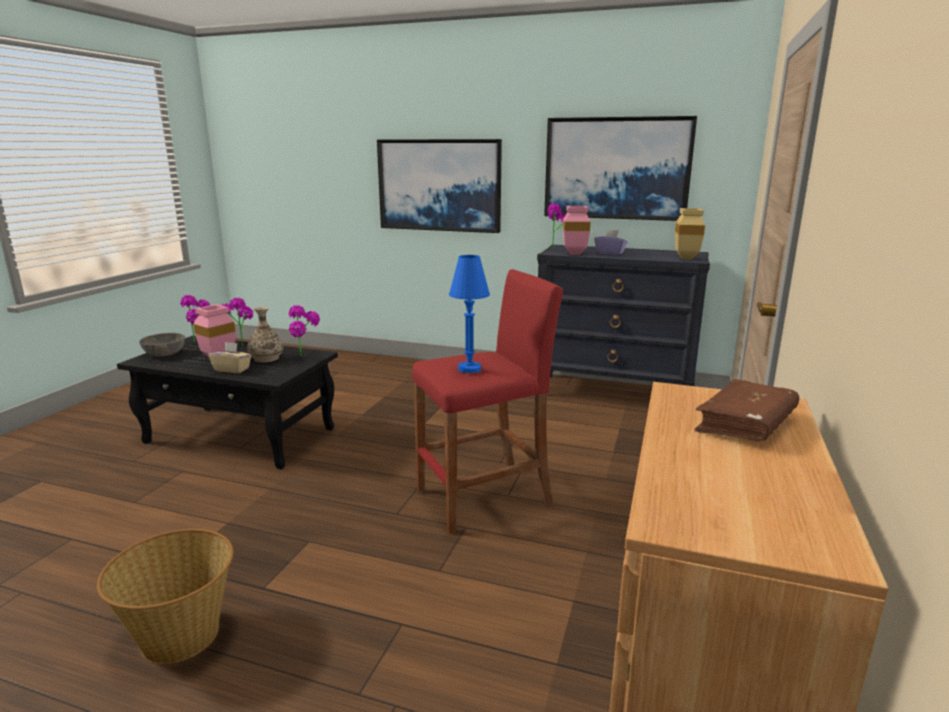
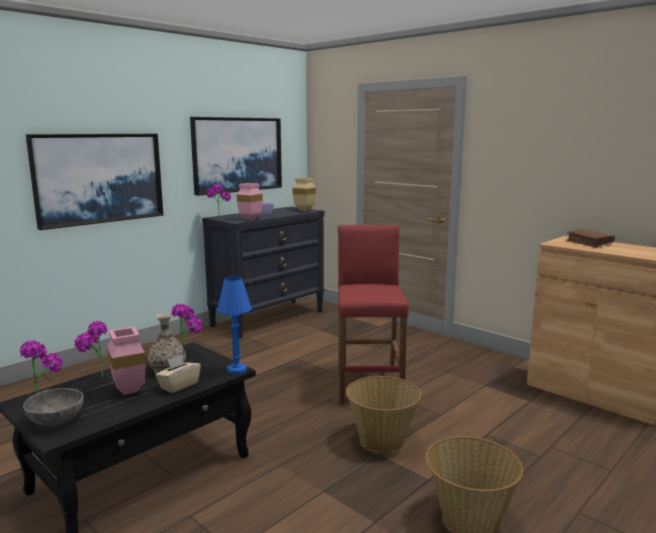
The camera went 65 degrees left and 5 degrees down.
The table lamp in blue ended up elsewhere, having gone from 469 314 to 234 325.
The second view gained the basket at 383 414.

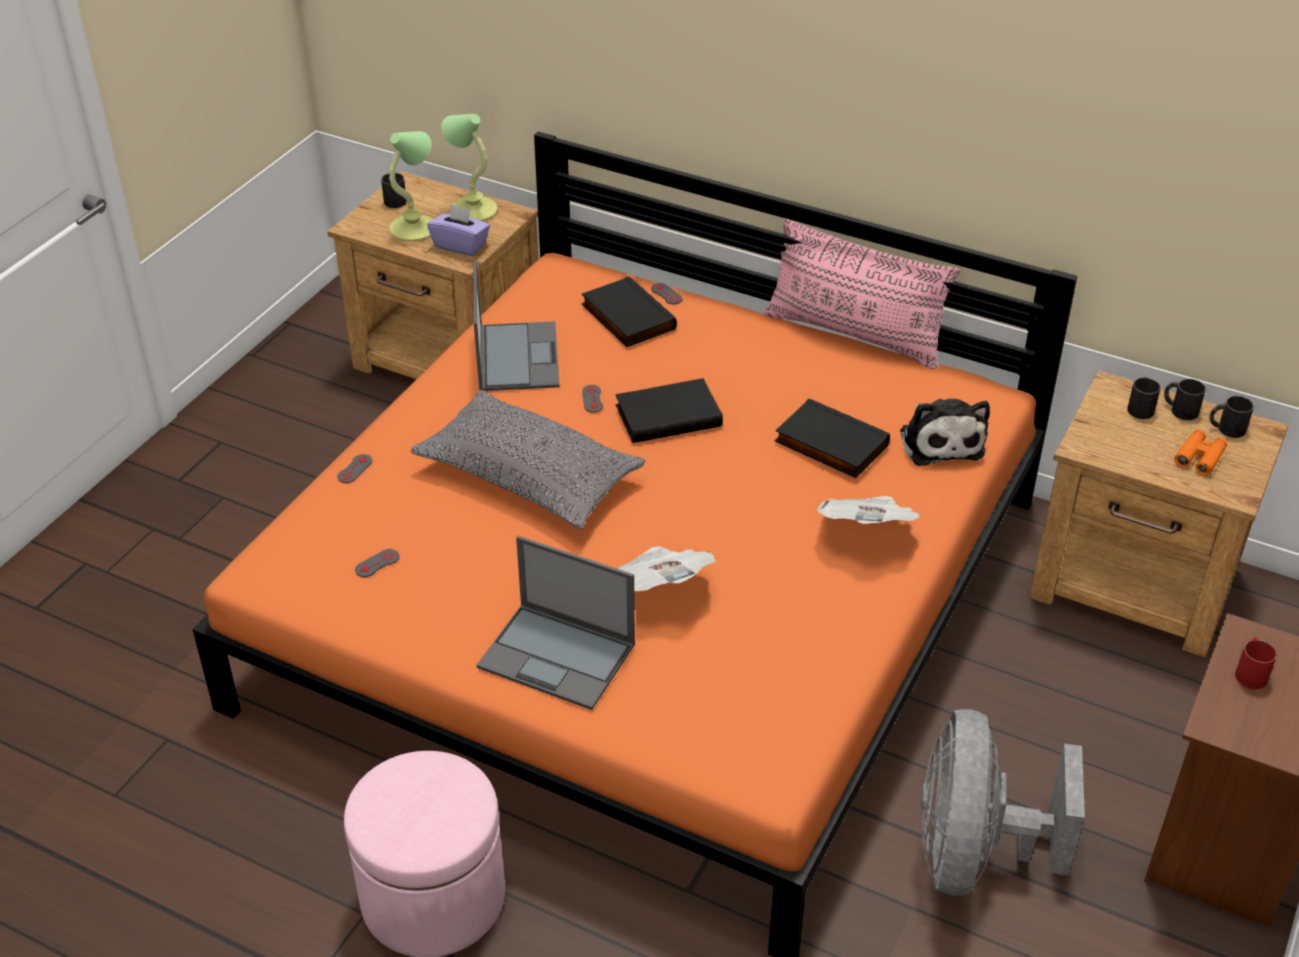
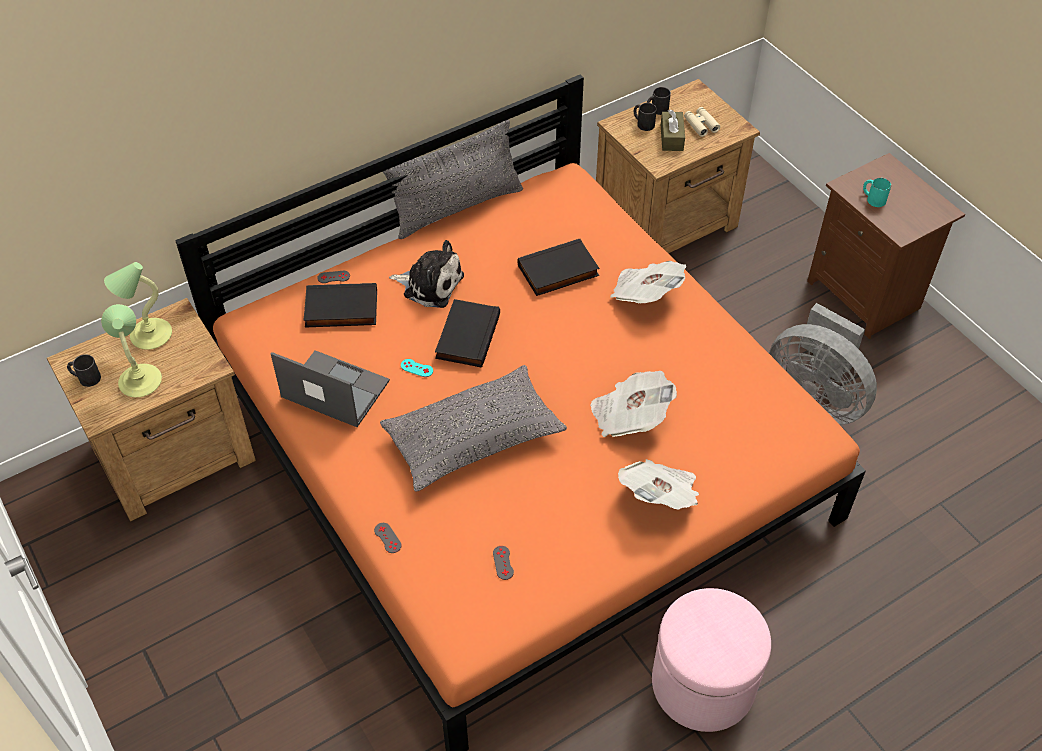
The camera went 60 degrees left and 10 degrees up.
What was the pillow in pink at 862 293 turned into the pillow in grey at 453 179.
The plush toy ended up elsewhere, having gone from 945 432 to 426 274.
What was the game controller in grey at 592 399 turned into the game controller in turquoise at 417 368.
Where the laptop stood at 556 623, the newspaper came to stand at 658 484.
The second view gained the tissue box in brown at 673 130.
What was the binoculars in orange at 1200 452 turned into the binoculars in beige at 702 122.
What was the mug in red at 1256 663 turned into the mug in turquoise at 877 192.
The second view lost the tissue box in purple at 458 230.
The second view lost the mug in black at 1231 417.

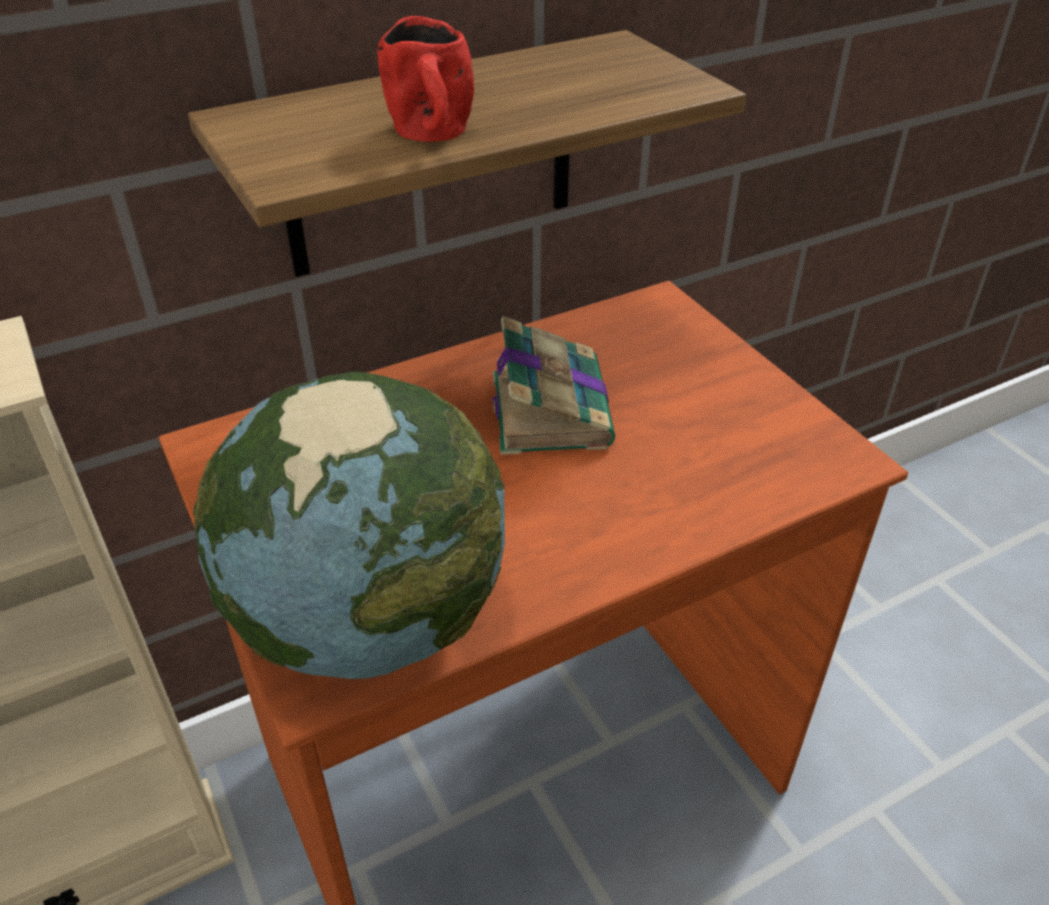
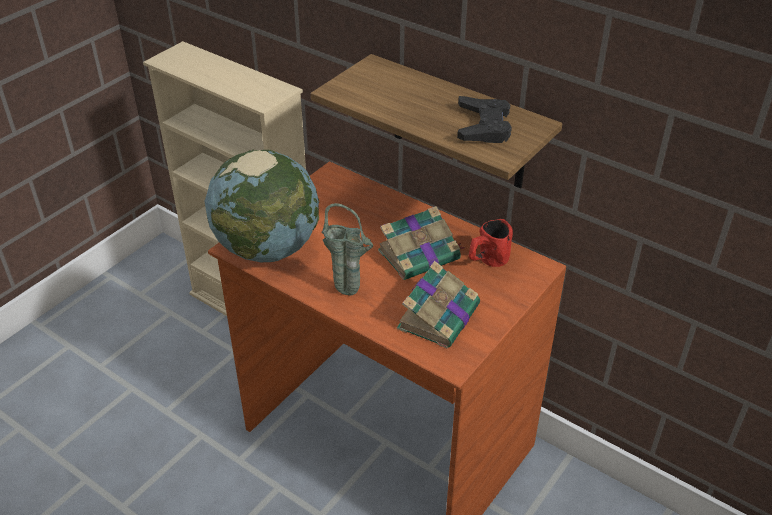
The camera went 65 degrees right and 0 degrees up.
The second view gained the vase in green at 347 249.
The second view gained the book at 438 304.
The second view gained the game controller in black at 484 119.
The mug in red ended up elsewhere, having gone from 425 79 to 491 243.

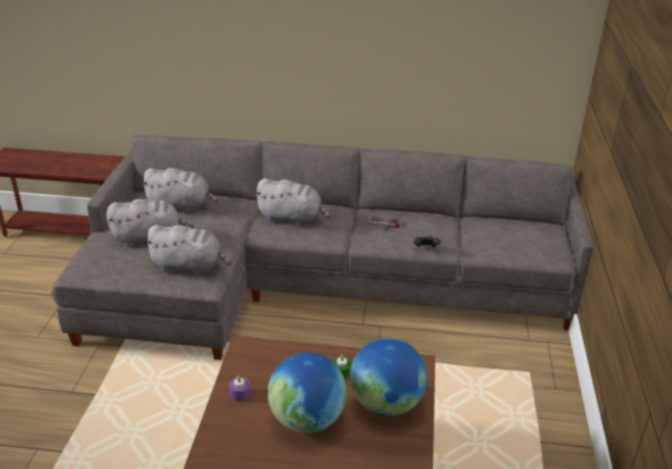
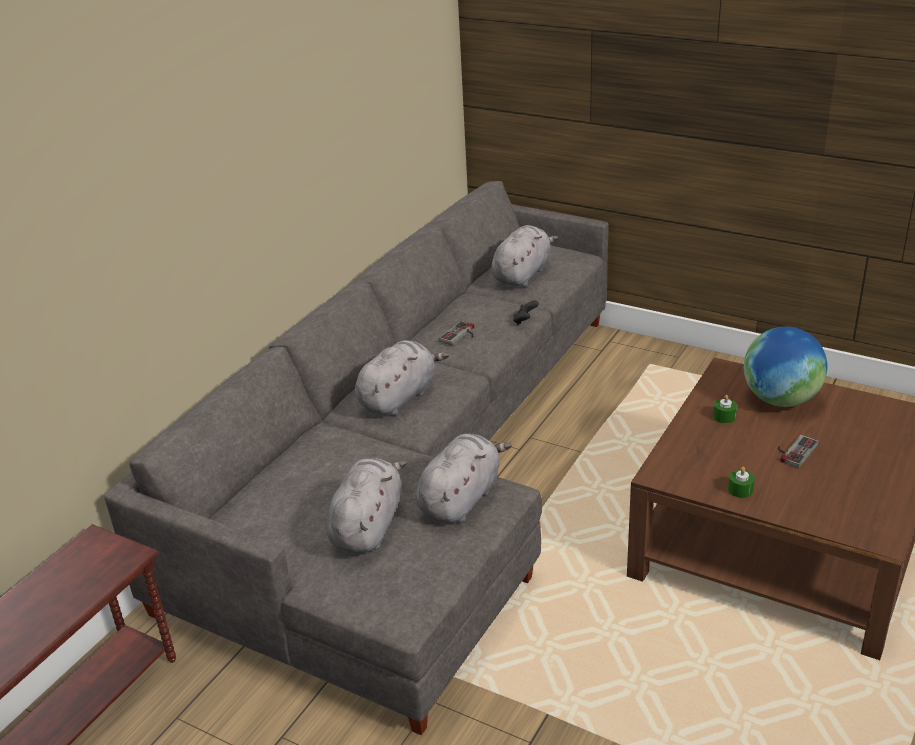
The camera went 65 degrees left and 0 degrees up.
The plush toy in grey ended up elsewhere, having gone from 179 190 to 524 256.
What was the candle in purple at 239 388 turned into the candle in green at 741 482.
Where the globe stood at 307 392, the game controller came to stand at 798 451.

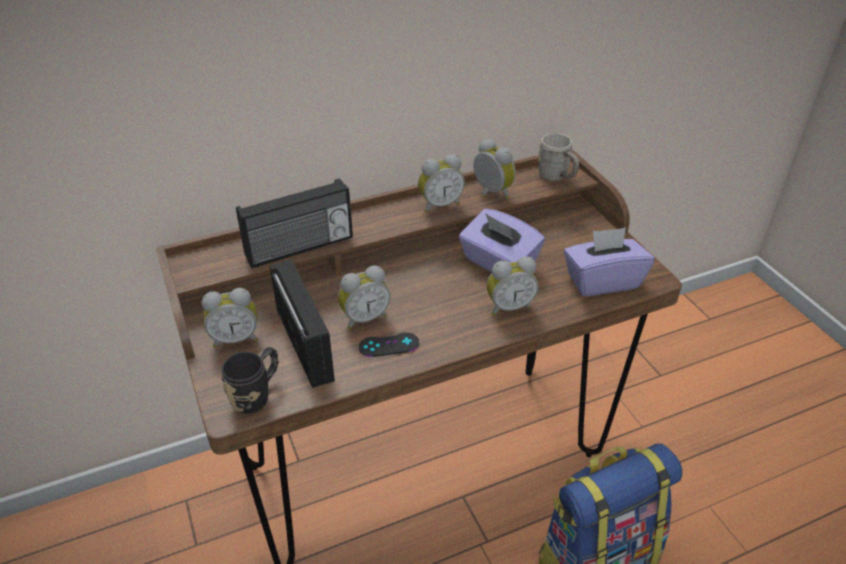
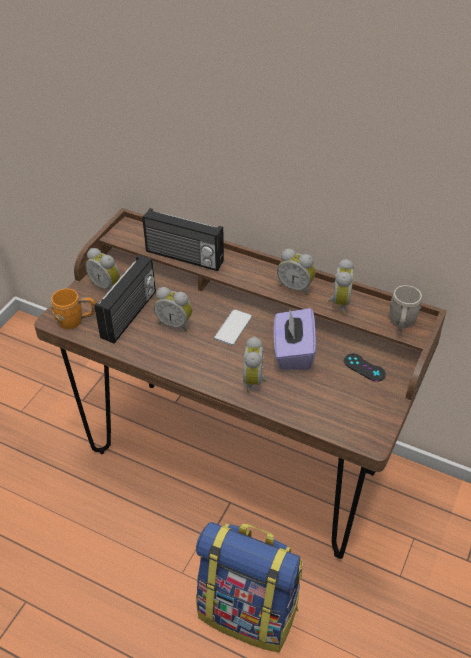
The camera went 50 degrees right and 5 degrees up.
What was the mug in black at 250 380 turned into the mug in orange at 72 308.
The second view gained the phone at 233 327.
The alarm clock at 512 286 ended up facing another way, 60 degrees clockwise from before.
The game controller in black ended up elsewhere, having gone from 389 344 to 365 368.
The second view lost the tissue box in purple at 609 262.

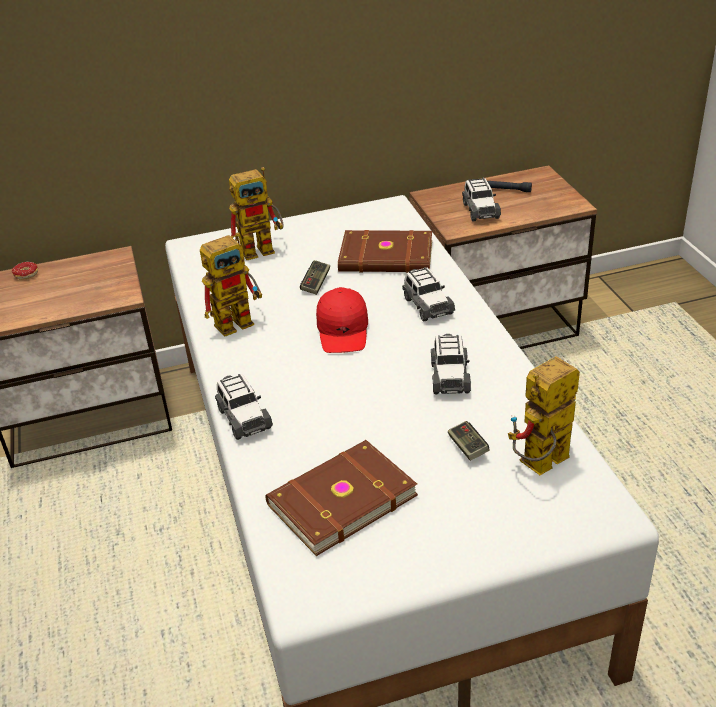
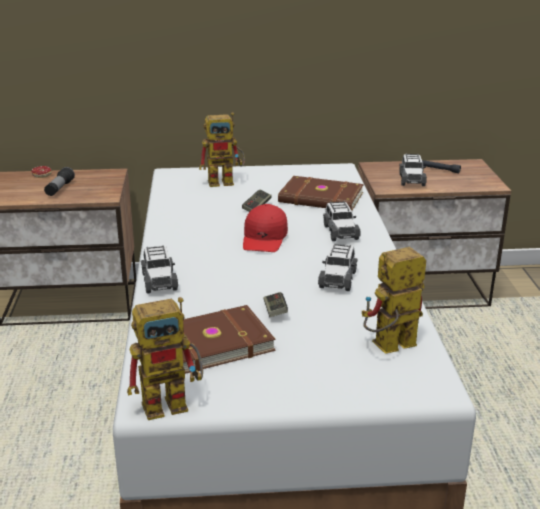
The camera went 10 degrees right and 10 degrees down.
The second view gained the flashlight at 59 181.
The toy robot ended up elsewhere, having gone from 231 284 to 165 358.
The game controller ended up elsewhere, having gone from 469 441 to 275 304.

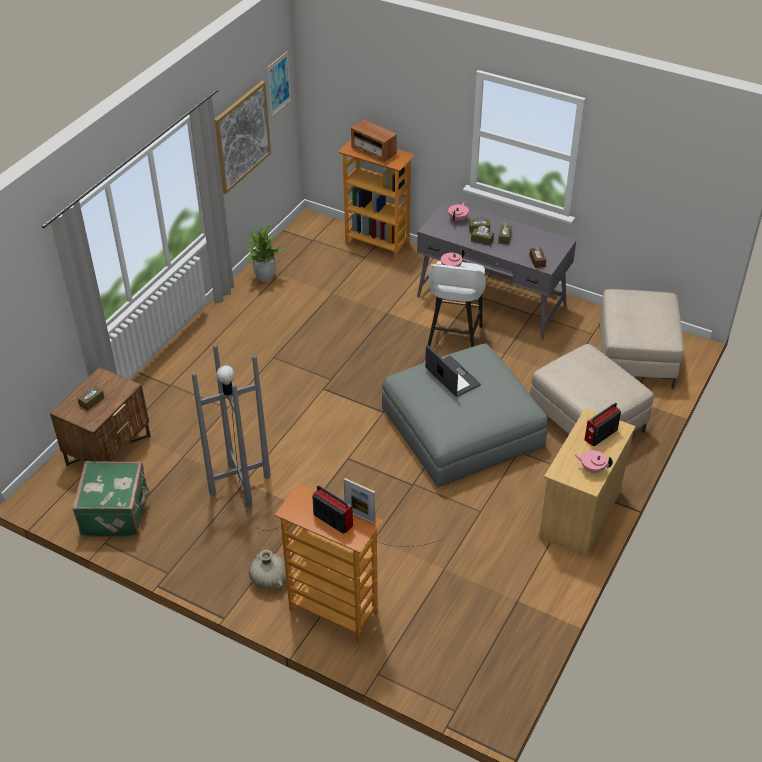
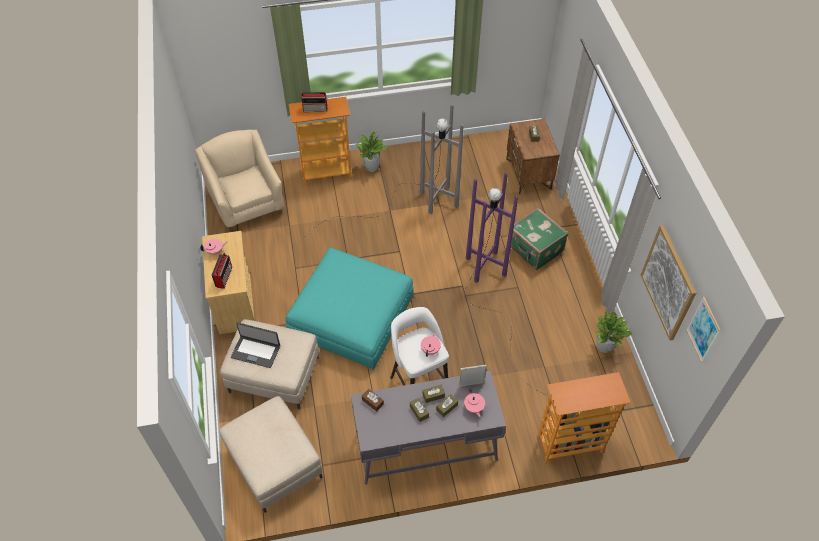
The camera went 140 degrees right and 10 degrees up.
The second view gained the armchair in beige at 239 180.
The laptop ended up elsewhere, having gone from 453 371 to 255 345.
What was the ottoman in grey at 465 416 turned into the ottoman in turquoise at 349 308.
Where the vase in beige stood at 267 570, the potted plant came to stand at 371 151.
The picture frame ended up elsewhere, having gone from 360 501 to 472 376.
The second view gained the floor lamp in purple at 505 284.
The suitcase in green ended up elsewhere, having gone from 111 499 to 538 239.
The second view lost the radio at 374 141.

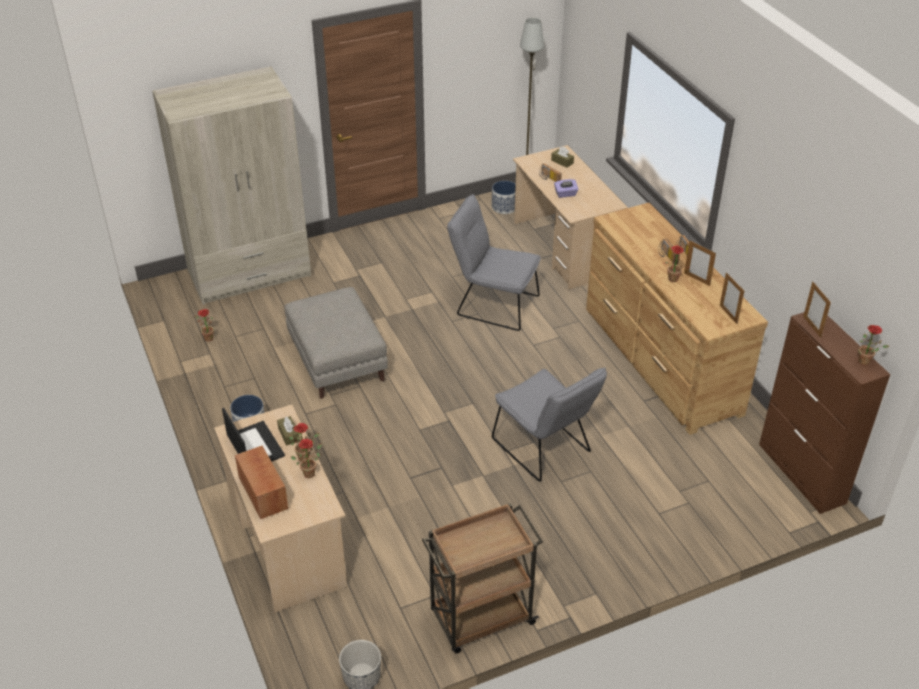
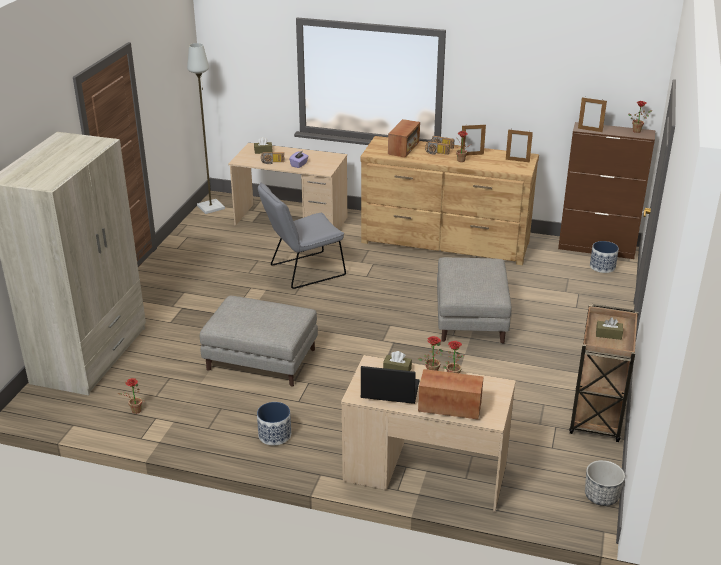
The camera went 50 degrees left and 10 degrees down.
The second view gained the radio at 404 138.
Where the chair in grey stood at 549 424, the ottoman in grey came to stand at 474 300.
The planter ended up elsewhere, having gone from 504 197 to 604 257.
The second view gained the tissue box in brown at 609 328.

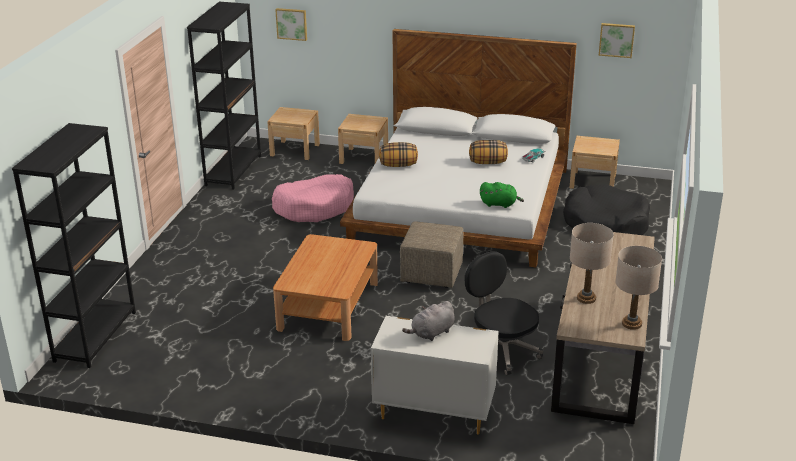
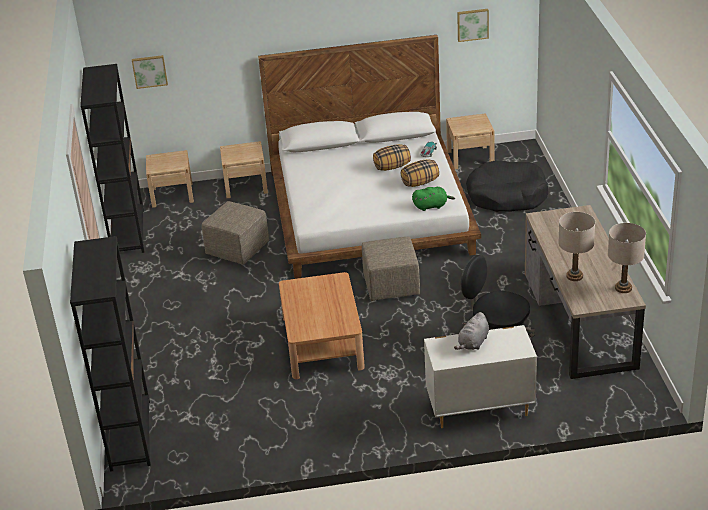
The camera went 20 degrees left and 5 degrees up.
Where the dog bed in pink stood at 313 198, the ottoman in beige came to stand at 235 233.
The pillow ended up elsewhere, having gone from 398 154 to 420 173.

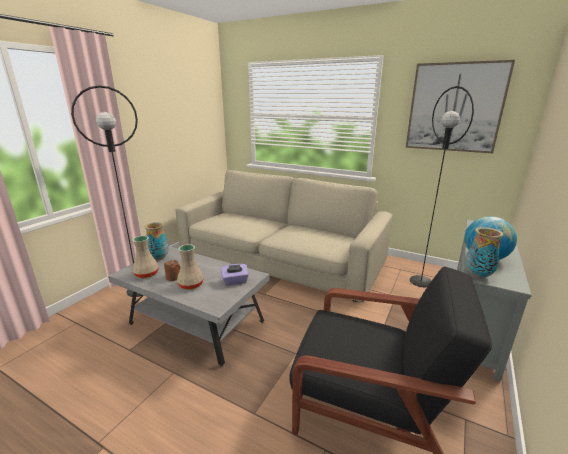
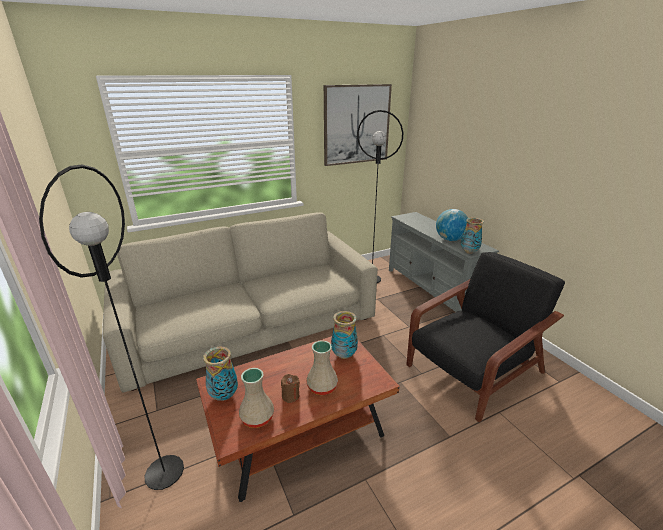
The camera went 55 degrees left and 5 degrees up.
What was the coffee table in grey at 189 306 turned into the coffee table in brown at 298 419.
Where the tissue box in purple stood at 235 274, the vase came to stand at 344 335.

